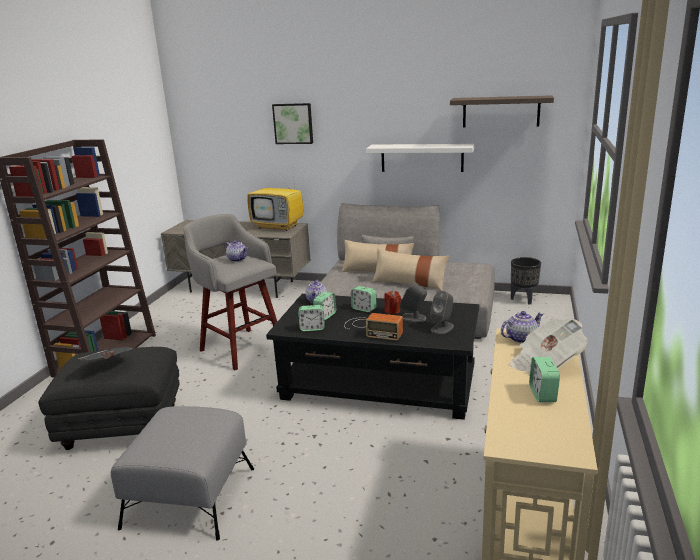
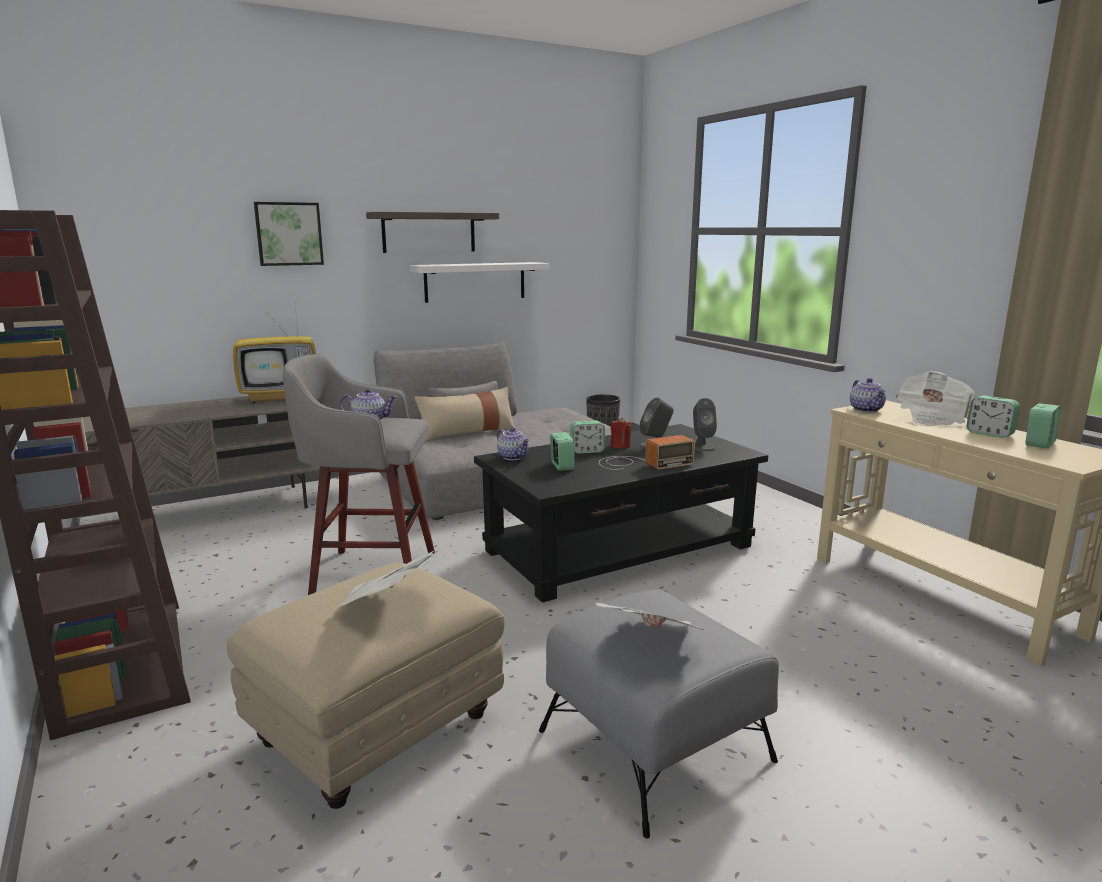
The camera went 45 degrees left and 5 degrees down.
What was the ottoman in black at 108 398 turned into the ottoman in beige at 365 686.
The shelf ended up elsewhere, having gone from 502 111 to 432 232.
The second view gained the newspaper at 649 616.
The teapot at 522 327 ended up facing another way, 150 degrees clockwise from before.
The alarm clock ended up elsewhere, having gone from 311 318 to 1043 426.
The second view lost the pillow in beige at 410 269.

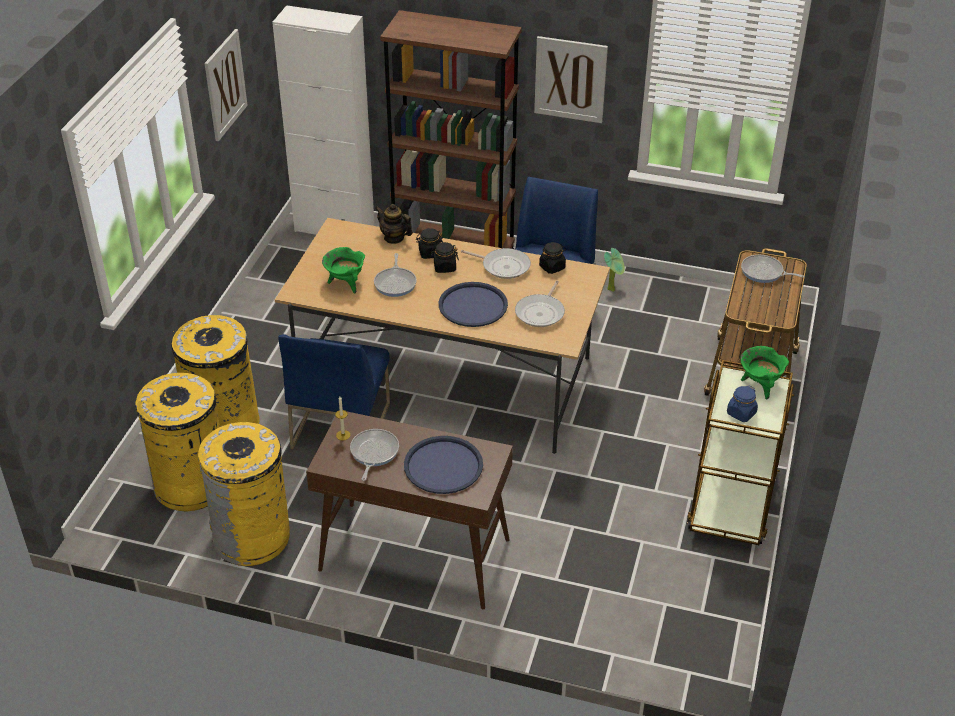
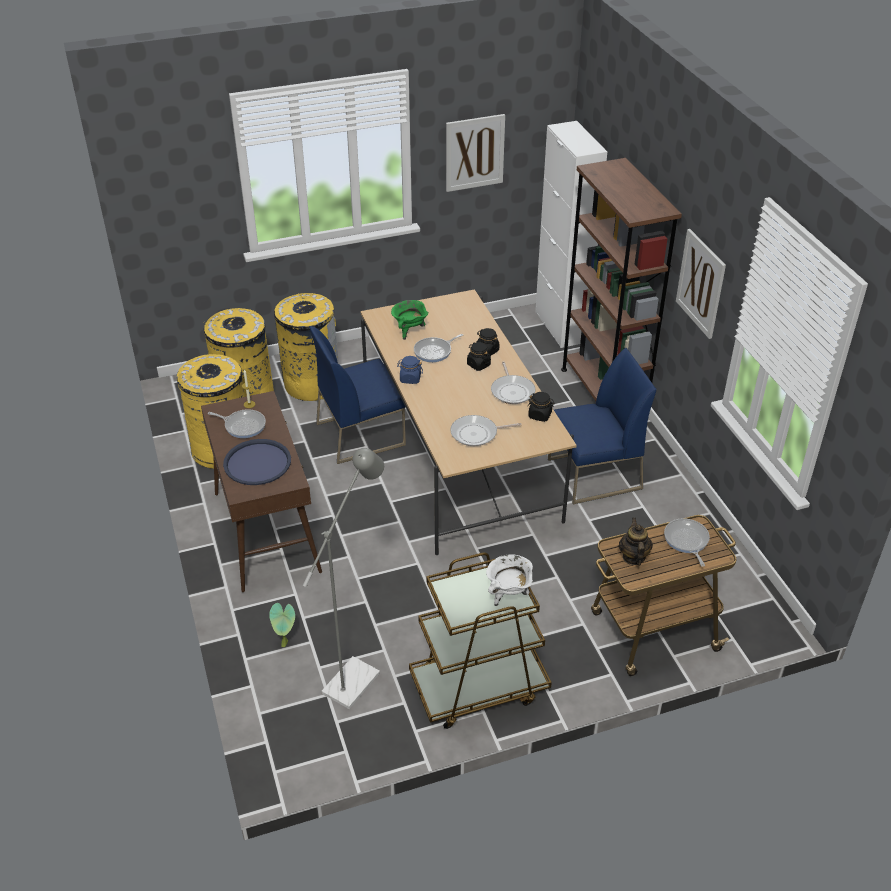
The camera went 55 degrees right and 0 degrees up.
The frying pan at 374 455 ended up facing another way, 45 degrees clockwise from before.
The potted plant ended up elsewhere, having gone from 614 270 to 282 625.
The second view gained the floor lamp in grey at 343 578.
The jar in blue ended up elsewhere, having gone from 742 404 to 410 370.
What was the cooking pot in green at 764 372 turned into the cooking pot in white at 509 580.
The teapot ended up elsewhere, having gone from 394 224 to 636 542.
The second view lost the tray in blue at 473 304.

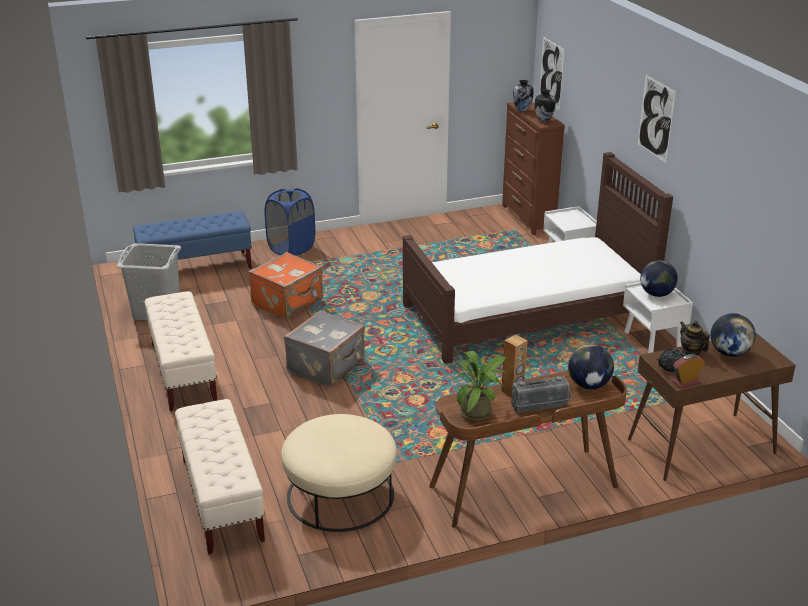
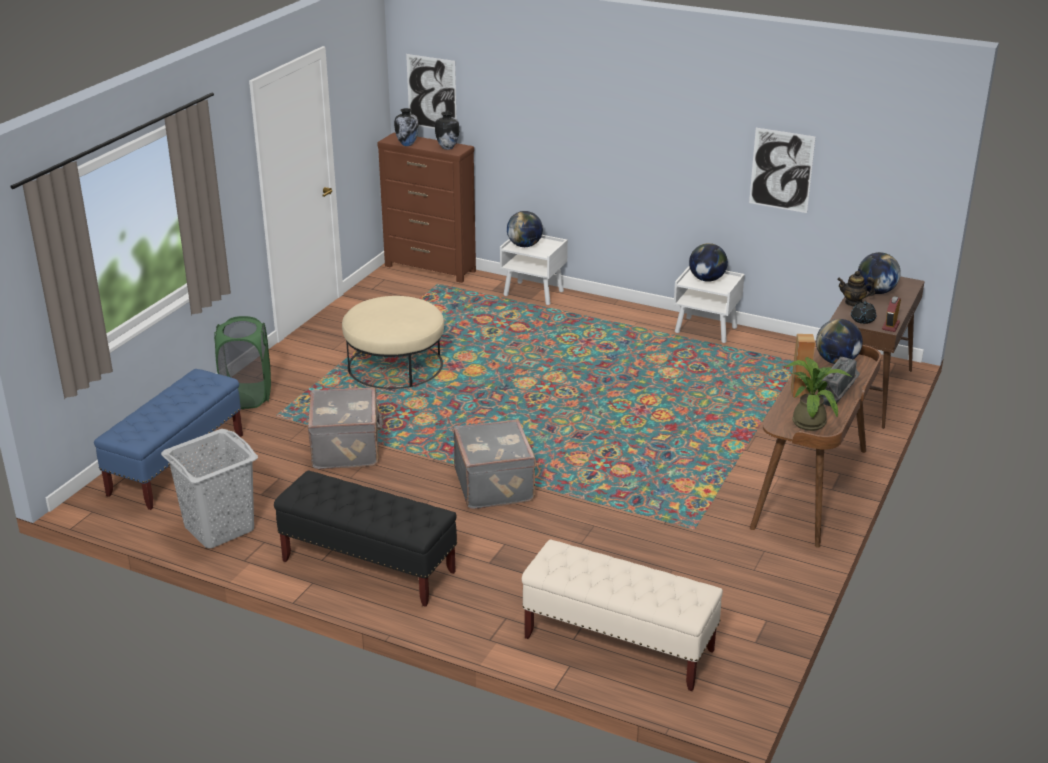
The camera went 45 degrees left and 0 degrees up.
What was the laundry basket in blue at 289 222 turned into the laundry basket in green at 242 362.
What was the bench in beige at 180 351 turned into the bench in black at 365 538.
What was the suitcase in orange at 285 285 turned into the suitcase in grey at 346 428.
The ottoman in beige ended up elsewhere, having gone from 339 473 to 393 342.
The second view gained the globe at 525 229.
The picture ended up elsewhere, having gone from 657 119 to 782 170.
The second view lost the bed in brown at 538 258.

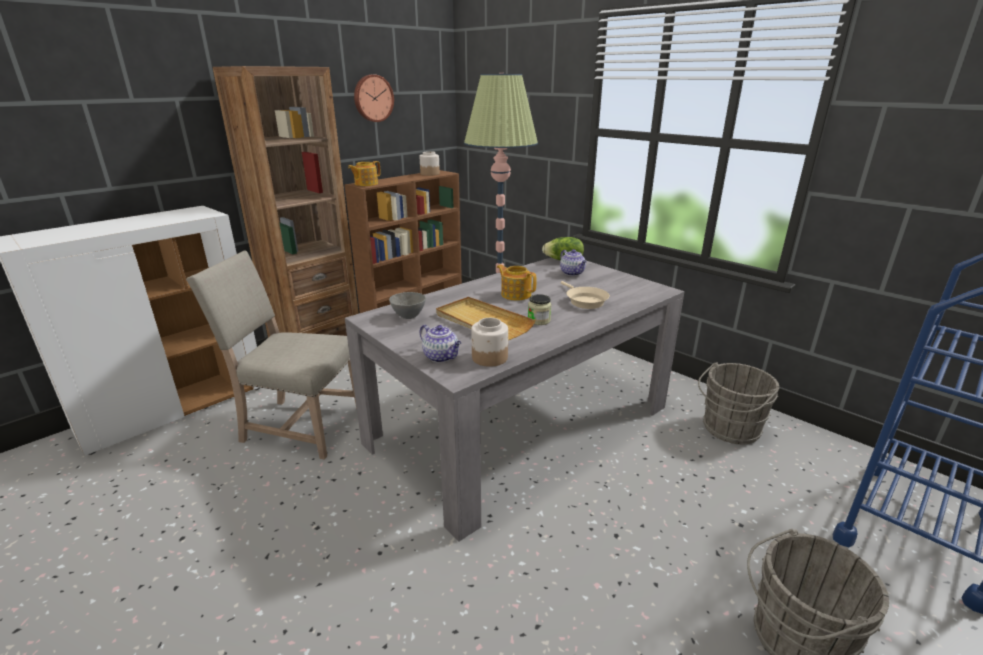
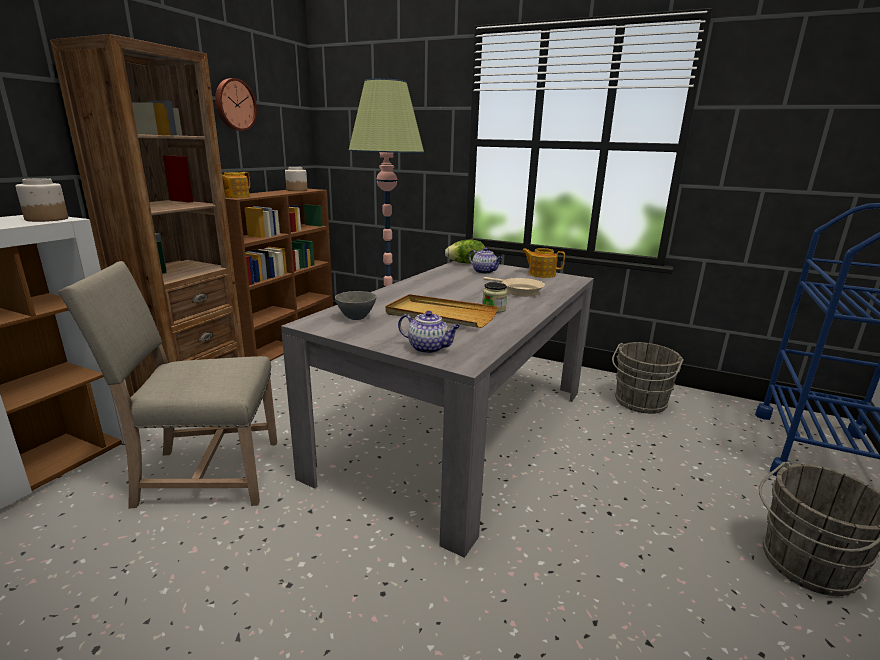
The camera went 20 degrees left and 5 degrees down.
The jar ended up elsewhere, having gone from 489 342 to 42 200.
The teapot ended up elsewhere, having gone from 517 282 to 543 263.

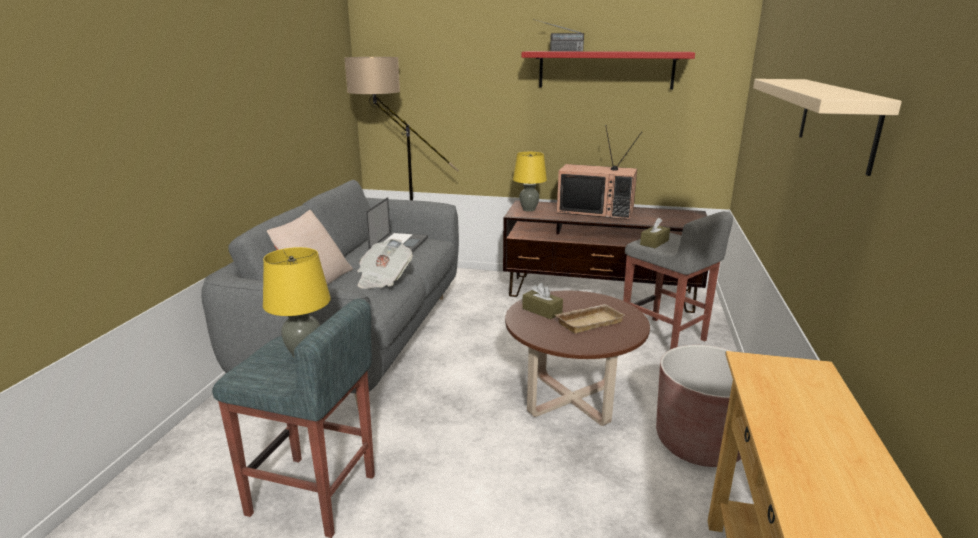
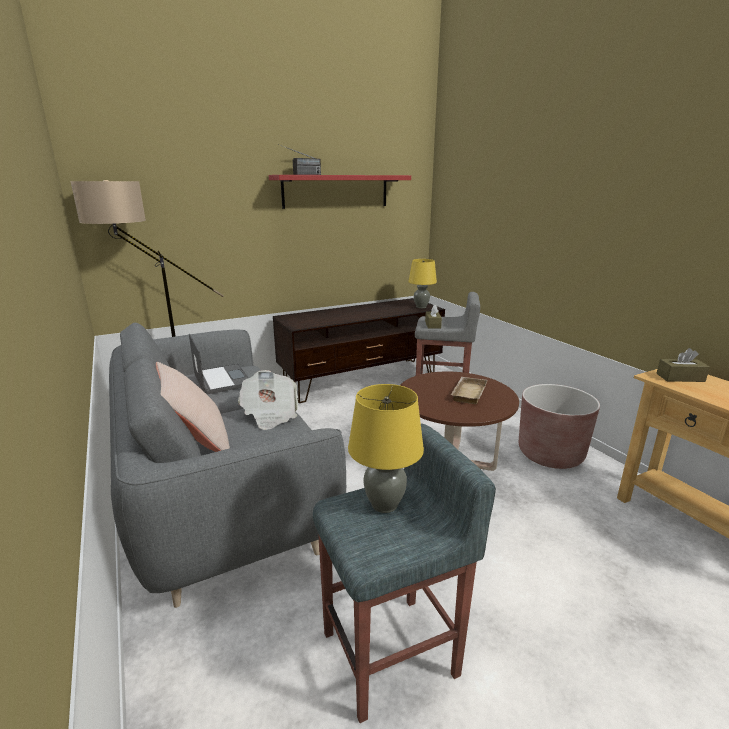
The camera went 40 degrees left and 0 degrees up.
The table lamp in yellow ended up elsewhere, having gone from 530 182 to 422 283.
The tissue box in brown ended up elsewhere, having gone from 542 301 to 683 365.
The second view lost the television at 599 172.
The second view lost the shelf in beige at 827 127.

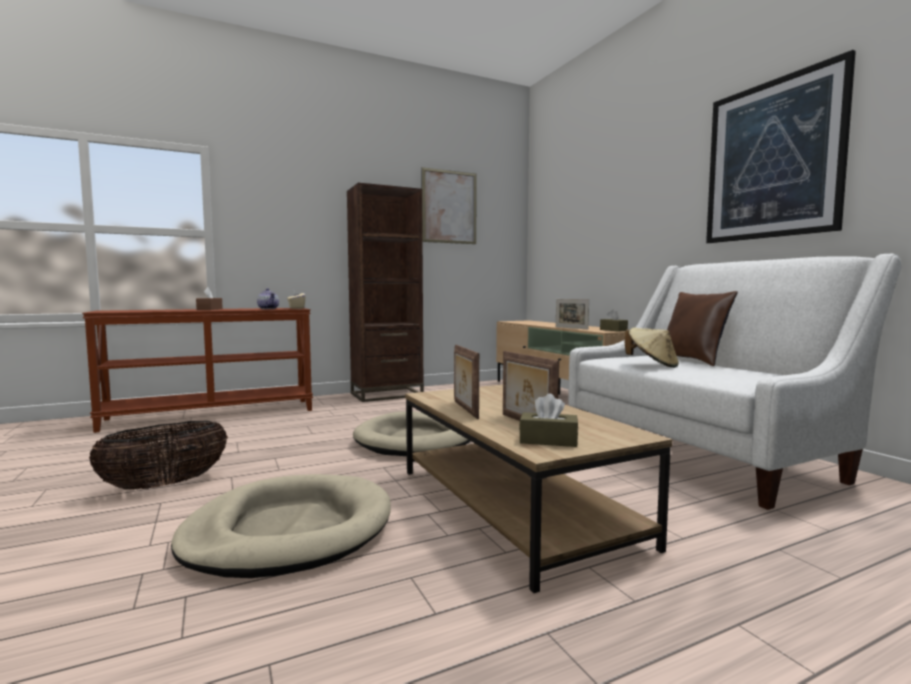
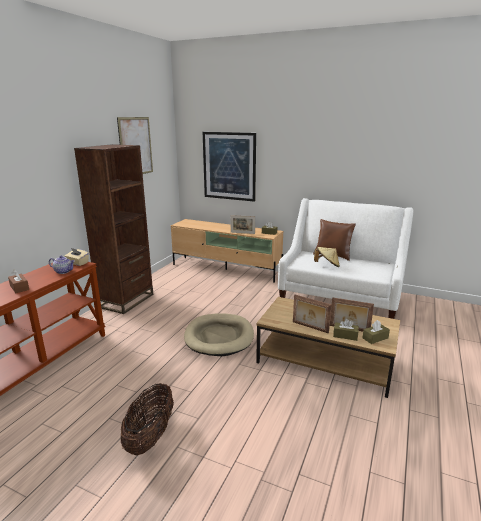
The camera went 40 degrees left and 15 degrees up.
The picture ended up elsewhere, having gone from 781 146 to 229 167.
The second view gained the tissue box in brown at 346 330.
The second view lost the dog bed in beige at 281 526.

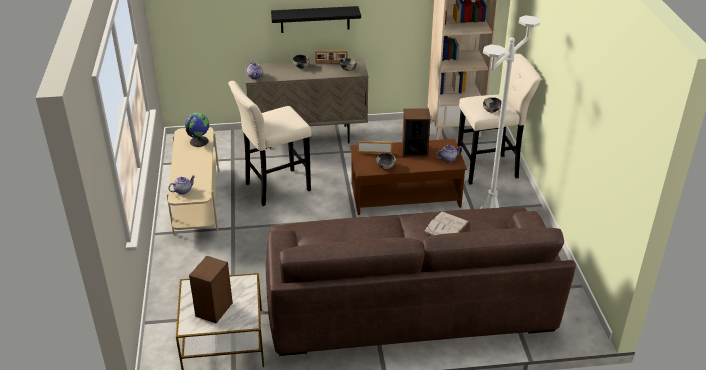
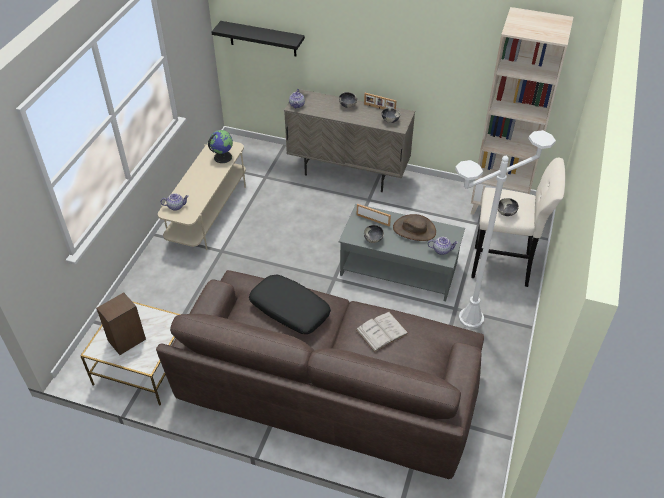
The camera went 25 degrees right and 10 degrees up.
The shelf in black ended up elsewhere, having gone from 316 19 to 258 38.
The second view gained the pillow in black at 290 304.
What was the coffee table in brown at 408 177 turned into the coffee table in grey at 402 252.
Where the speaker stood at 416 132, the hat in brown came to stand at 414 227.
The second view lost the stool in beige at 269 143.

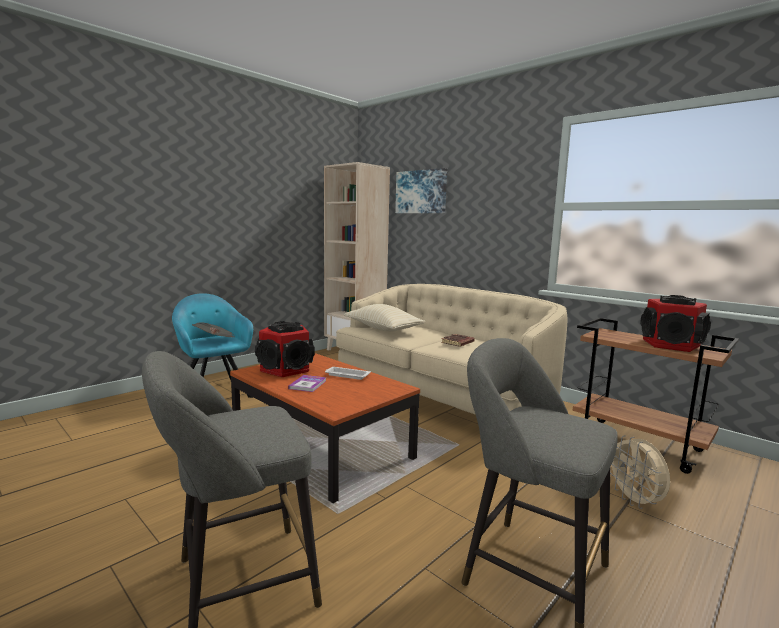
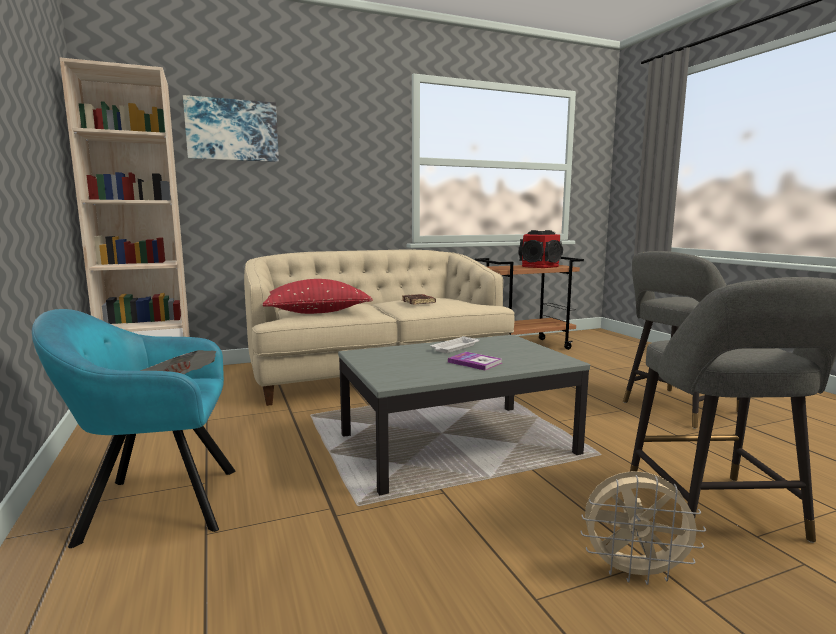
The camera went 65 degrees left and 0 degrees up.
What was the pillow in beige at 384 318 turned into the pillow in red at 317 296.
What was the coffee table in brown at 325 428 turned into the coffee table in grey at 464 415.
The fan in beige ended up elsewhere, having gone from 640 472 to 643 528.
The second view lost the speaker at 285 349.

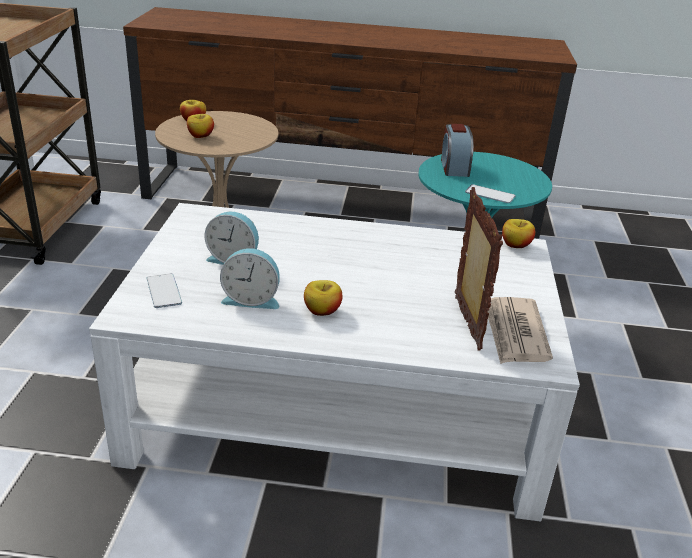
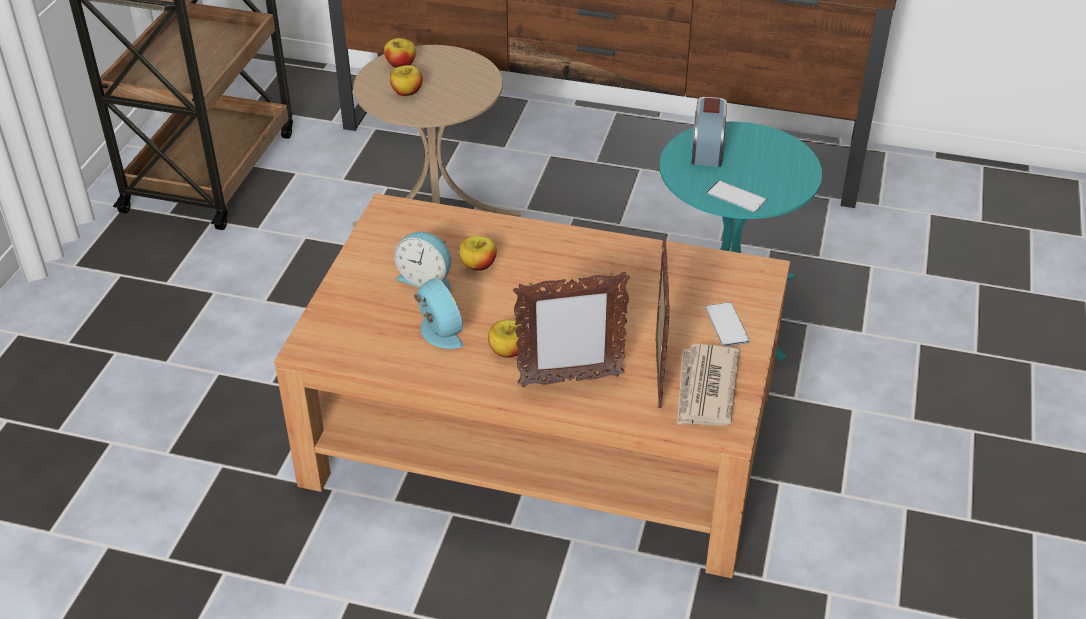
The camera went 10 degrees right and 10 degrees up.
What was the coffee table in white at 334 362 turned into the coffee table in brown at 532 385.
The alarm clock at 250 278 ended up facing another way, 135 degrees counterclockwise from before.
The apple ended up elsewhere, having gone from 518 233 to 478 253.
The second view gained the picture frame at 571 329.
The phone ended up elsewhere, having gone from 164 291 to 727 324.

